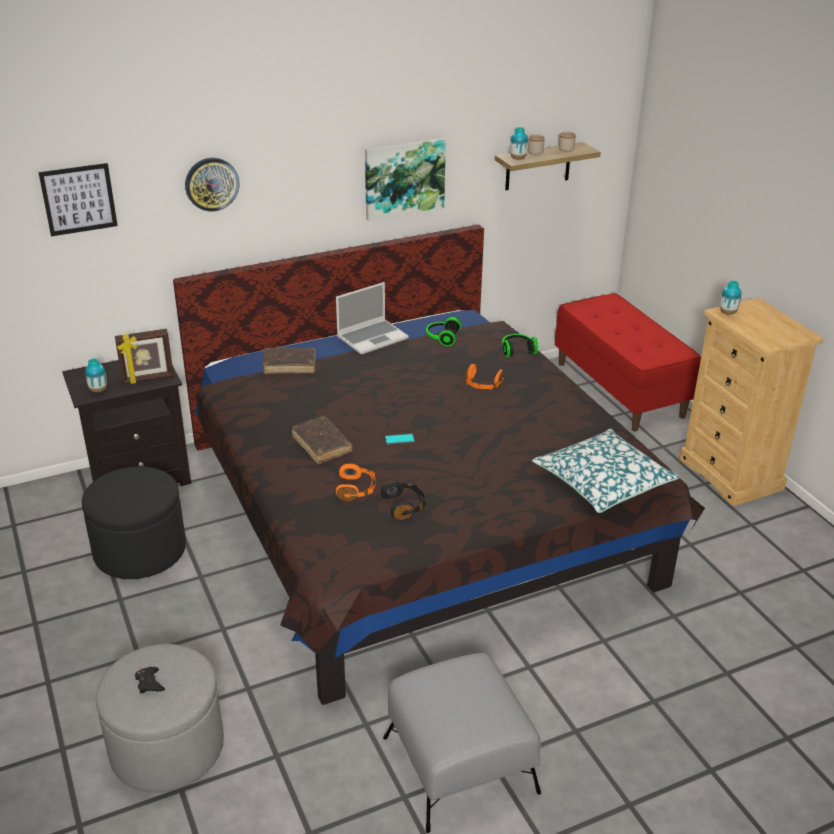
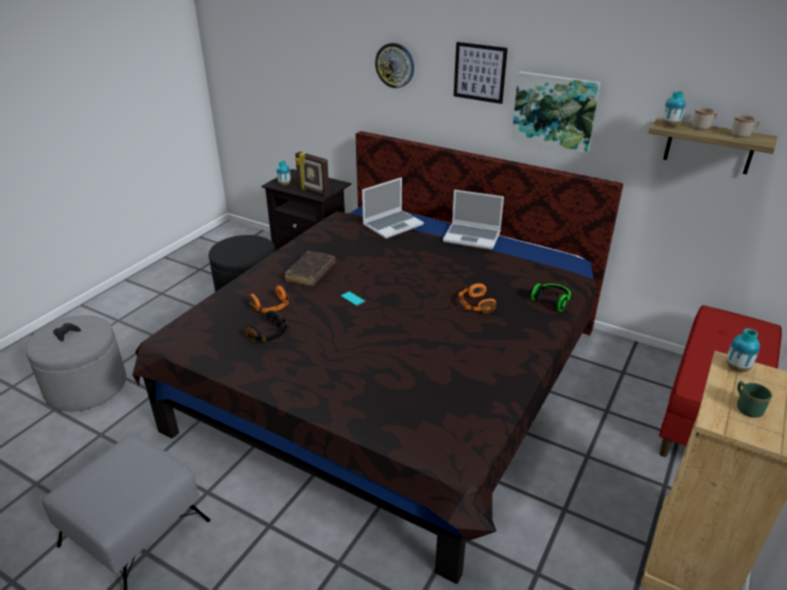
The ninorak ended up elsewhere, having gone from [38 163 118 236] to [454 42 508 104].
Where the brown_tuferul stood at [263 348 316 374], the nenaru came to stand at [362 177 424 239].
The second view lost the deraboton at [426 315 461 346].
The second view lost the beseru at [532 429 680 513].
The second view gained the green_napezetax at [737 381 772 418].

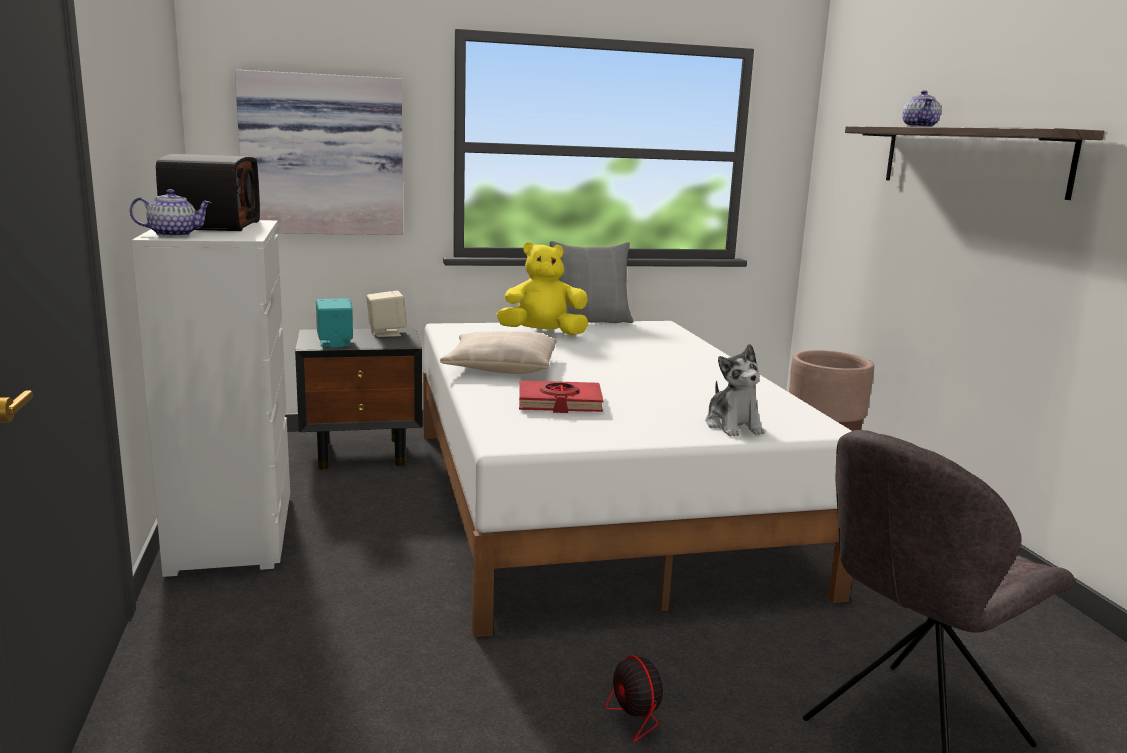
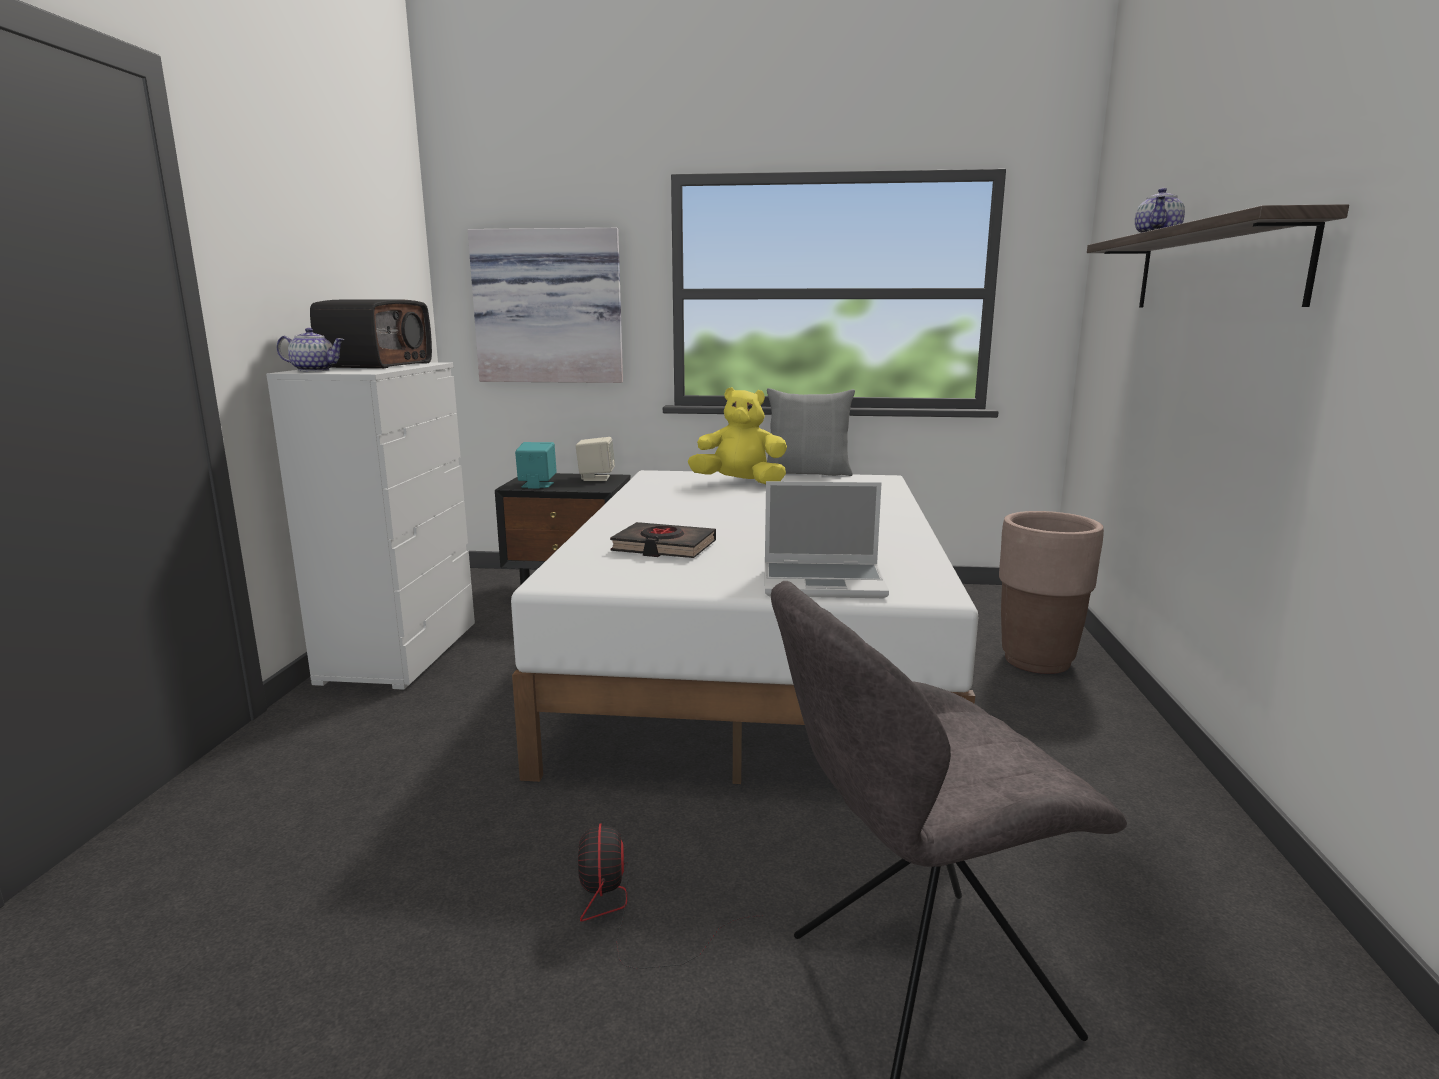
The second view lost the beige_beseru at [440 331 557 374].
What was the red_tuferul at [519 380 604 413] turned into the black_tuferul at [610 522 716 558].
Where the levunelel stood at [705 344 765 437], the nenaru came to stand at [765 481 889 598].

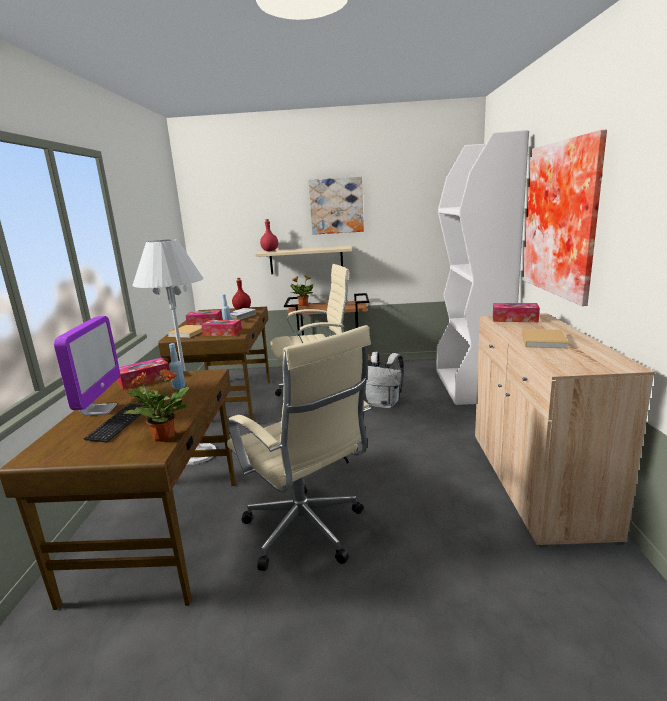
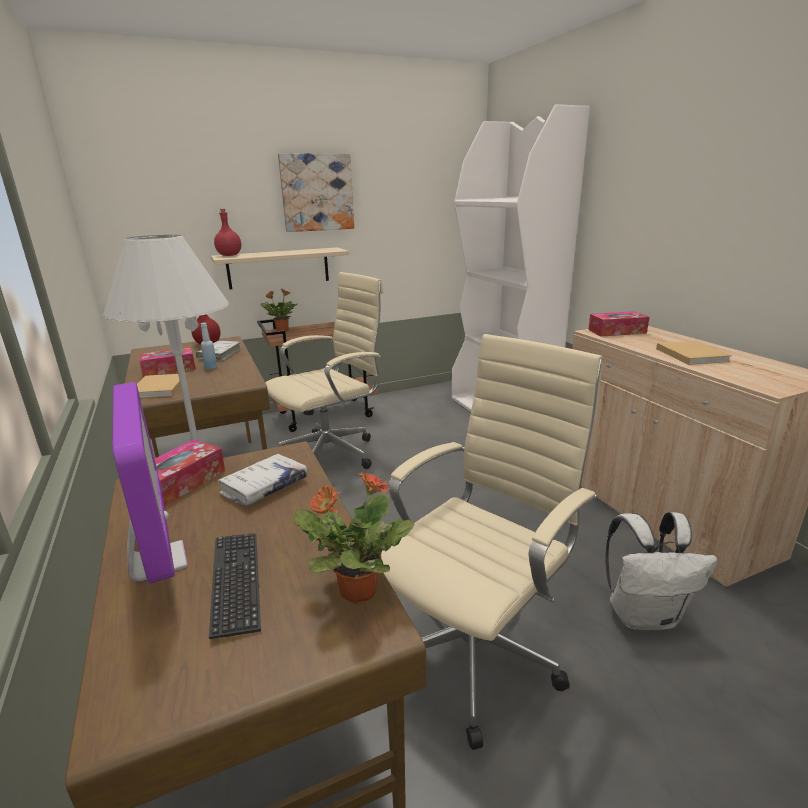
Where the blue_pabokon stood at [169 343 185 389], the white_tuferul came to stand at [218 454 308 506].
The second view lost the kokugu at [201 320 242 336].
The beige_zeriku at [227 325 371 571] ended up facing another way, 75 degrees counterclockwise from before.
The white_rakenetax ended up elsewhere, having gone from [365 352 404 409] to [605 512 718 630].
The second view lost the ninorak at [522 130 607 306].

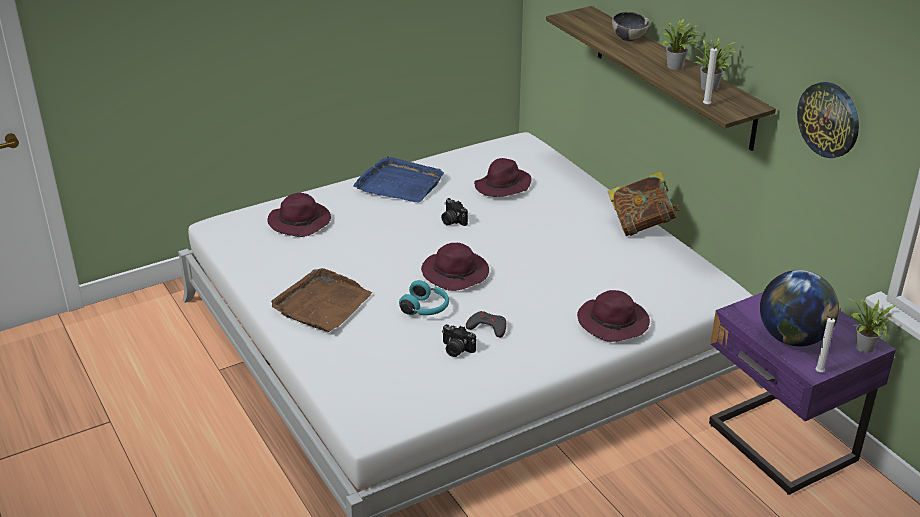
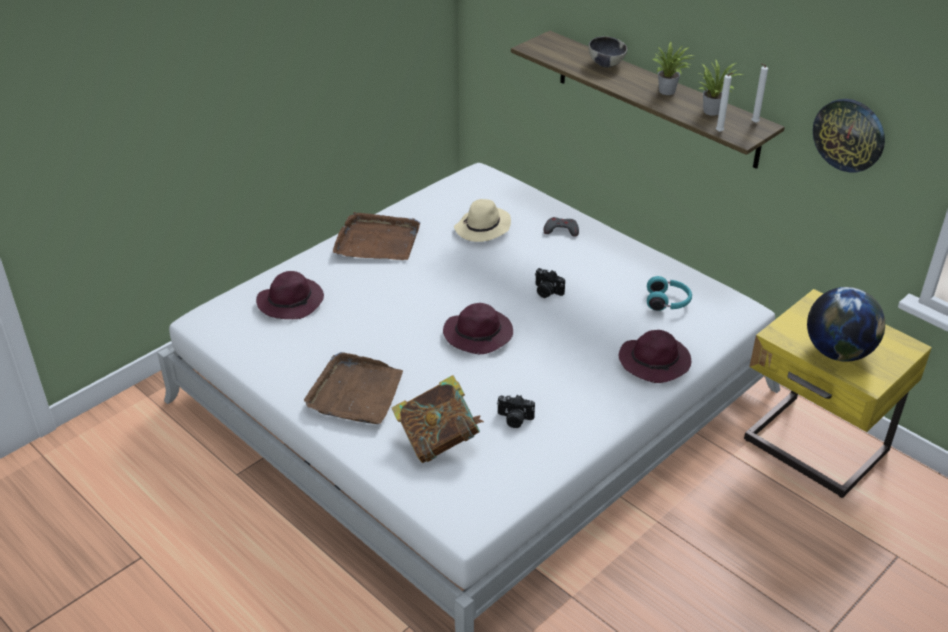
What was the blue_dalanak at [353 156 444 203] turned into the brown_dalanak at [333 212 420 260].
The turquoise_deraboton ended up elsewhere, having gone from [399 280 449 315] to [647 276 692 311].
The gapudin ended up elsewhere, having gone from [441 198 468 226] to [535 268 565 298].
The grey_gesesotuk ended up elsewhere, having gone from [466 311 506 337] to [543 217 579 237].
What was the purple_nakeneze at [474 158 532 197] turned into the beige_nakeneze at [454 199 511 242].
The tuferul ended up elsewhere, having gone from [608 171 681 236] to [392 375 484 463].
What was the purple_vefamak at [709 292 896 495] turned into the yellow_vefamak at [744 289 932 498].
The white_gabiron ended up elsewhere, having gone from [816 316 835 373] to [751 64 768 123].
The second view lost the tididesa at [848 298 897 353].

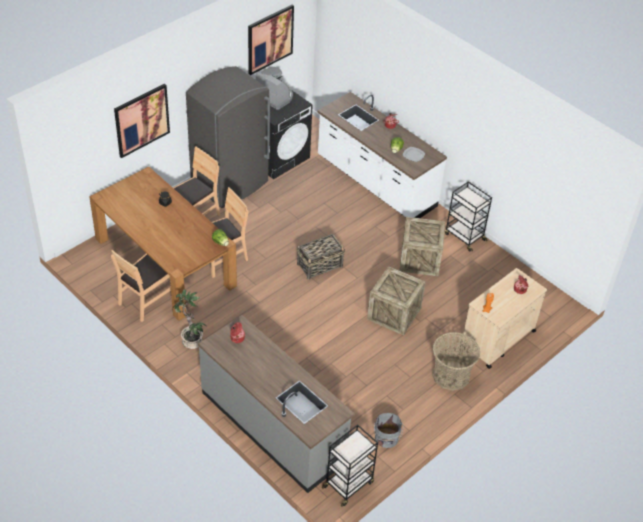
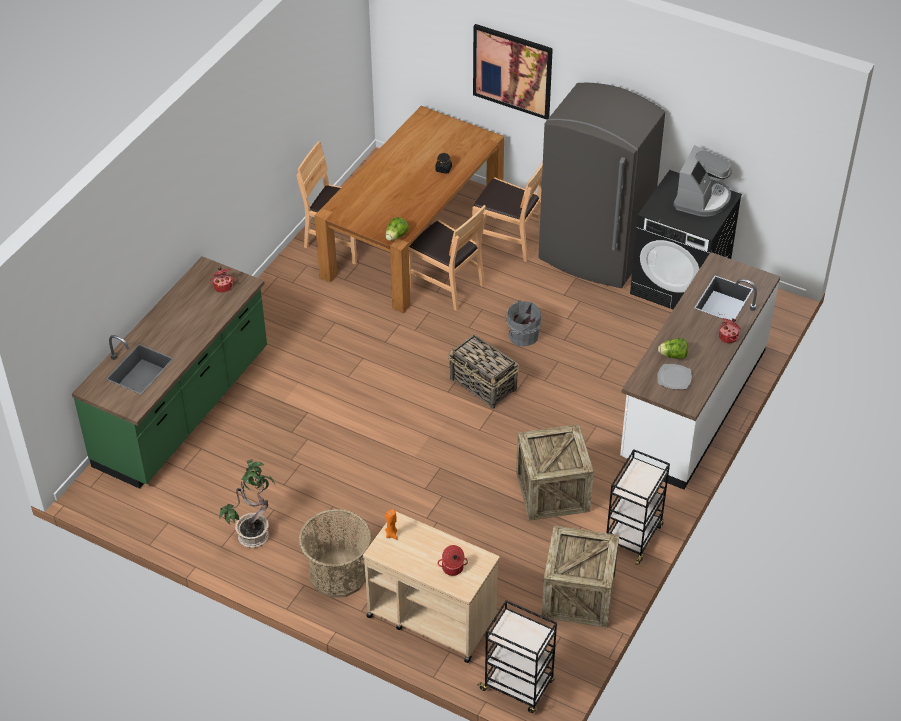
The tididesa ended up elsewhere, having gone from [173 289 206 349] to [219 459 275 548].
What was the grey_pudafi at [198 315 355 493] turned into the green_pudafi at [72 256 267 489].
The second view lost the ninorak at [248 5 294 75].
The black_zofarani ended up elsewhere, having gone from [322 424 378 506] to [477 600 557 713].
The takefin ended up elsewhere, having gone from [367 266 426 335] to [542 526 619 628].
The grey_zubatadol ended up elsewhere, having gone from [374 413 404 448] to [505 300 541 346].

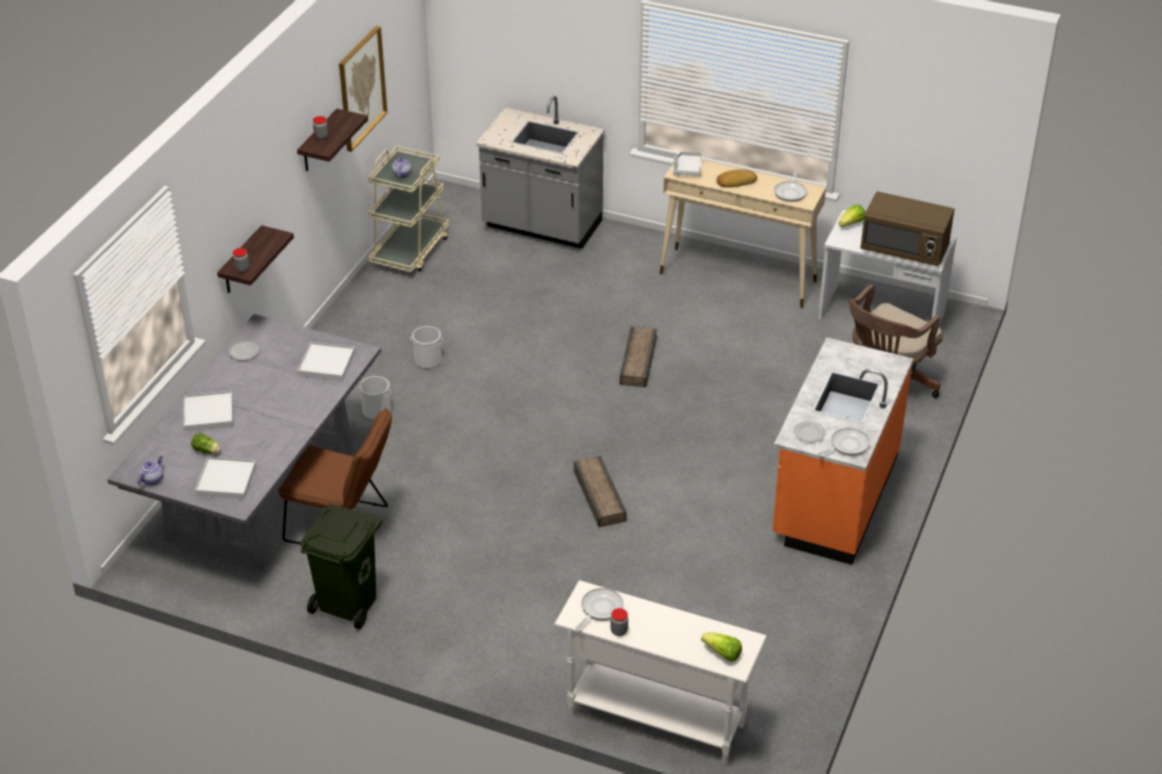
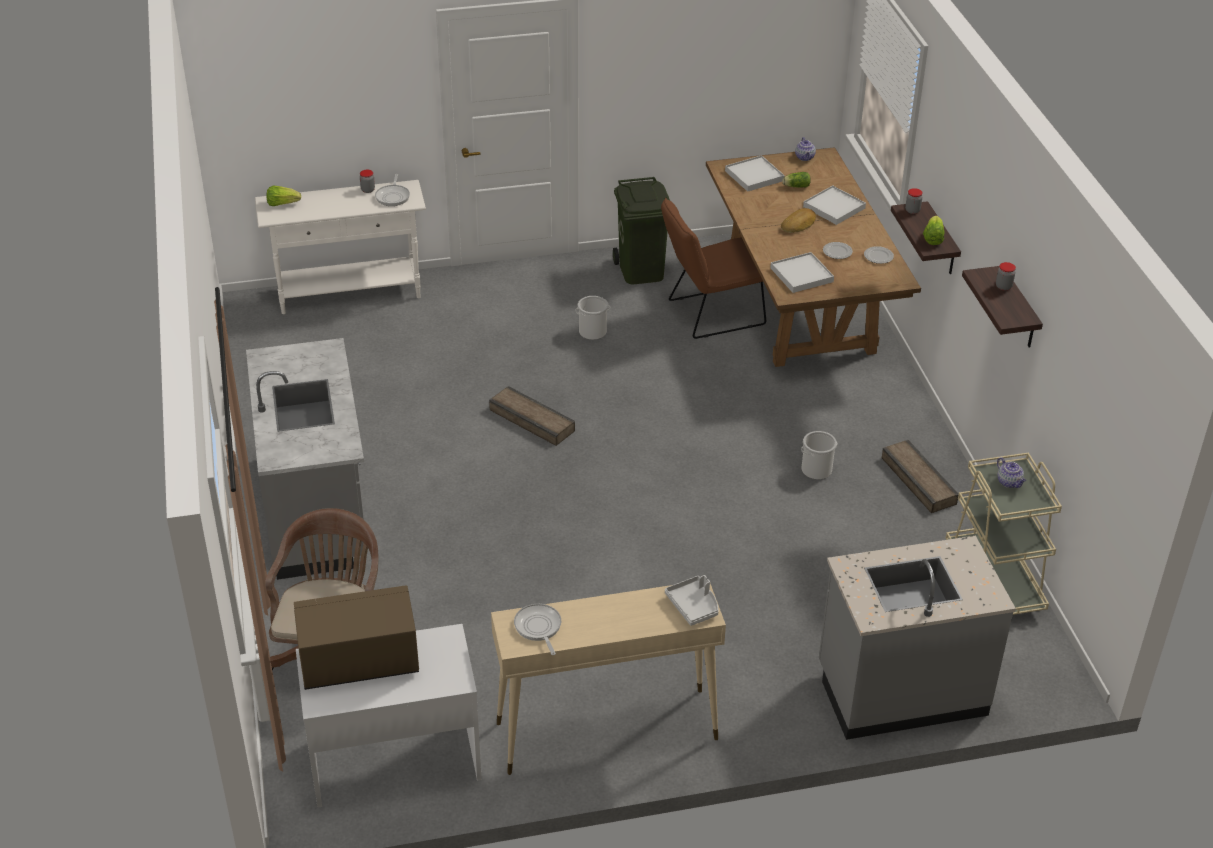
What was the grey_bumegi at [107 314 381 570] turned into the brown_bumegi at [706 147 921 367].
The second view lost the ninorak at [339 26 387 152].
The zubatadol ended up elsewhere, having gone from [358 376 391 420] to [575 296 610 340].
The takefin ended up elsewhere, having gone from [620 326 657 387] to [882 440 959 513].
The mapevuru ended up elsewhere, having gone from [716 169 757 188] to [781 208 816 233].
What was the orange_pudafi at [772 337 913 565] turned into the grey_pudafi at [246 338 364 580].
The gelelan ended up elsewhere, having gone from [793 421 825 442] to [823 242 853 259].
The second view lost the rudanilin at [818 428 870 456].
The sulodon ended up elsewhere, having gone from [839 205 865 227] to [923 216 945 245].

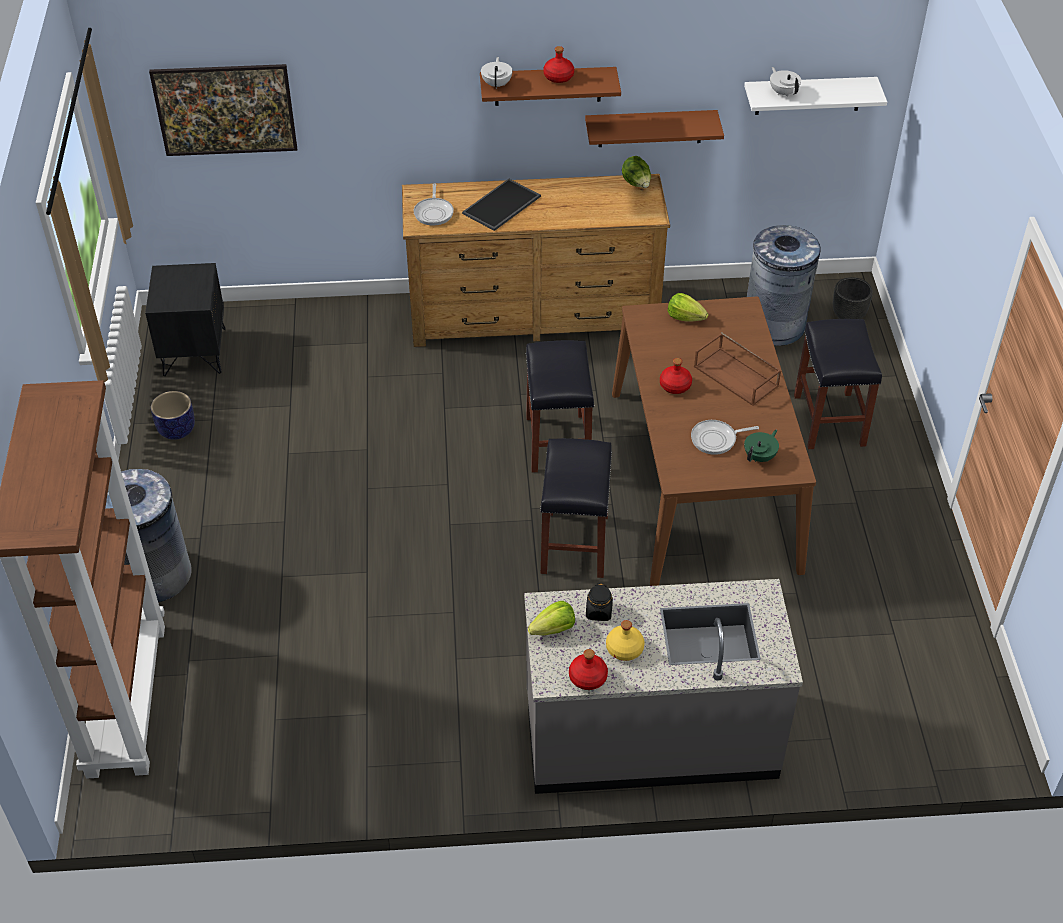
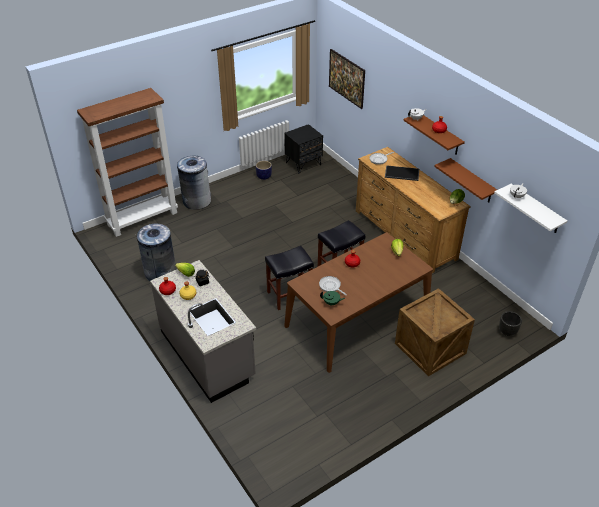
The second view lost the brown_dalanak at [694 332 782 406].
The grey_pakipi ended up elsewhere, having gone from [747 225 821 346] to [135 224 177 281].
Where the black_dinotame stood at [794 319 882 449], the takefin came to stand at [395 288 475 376].

